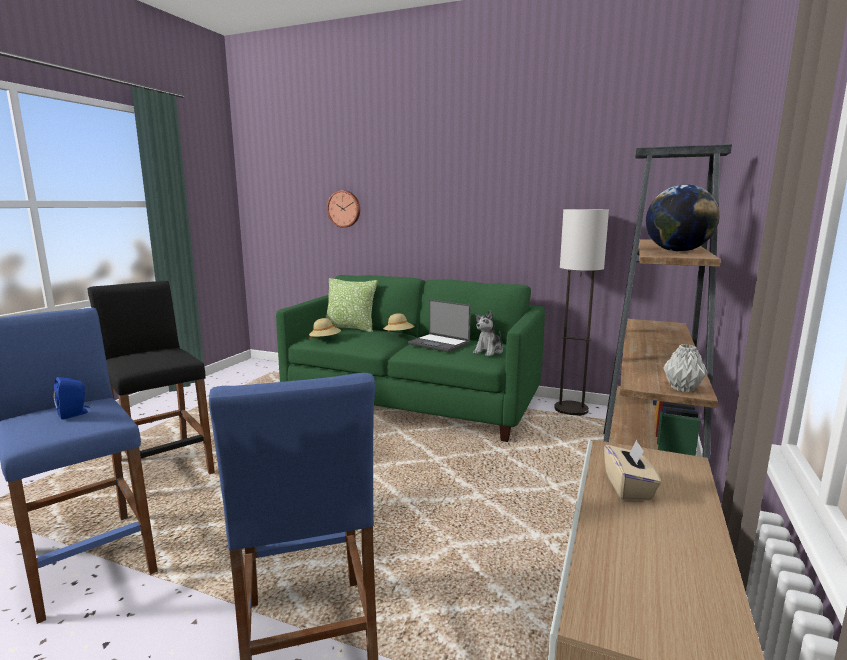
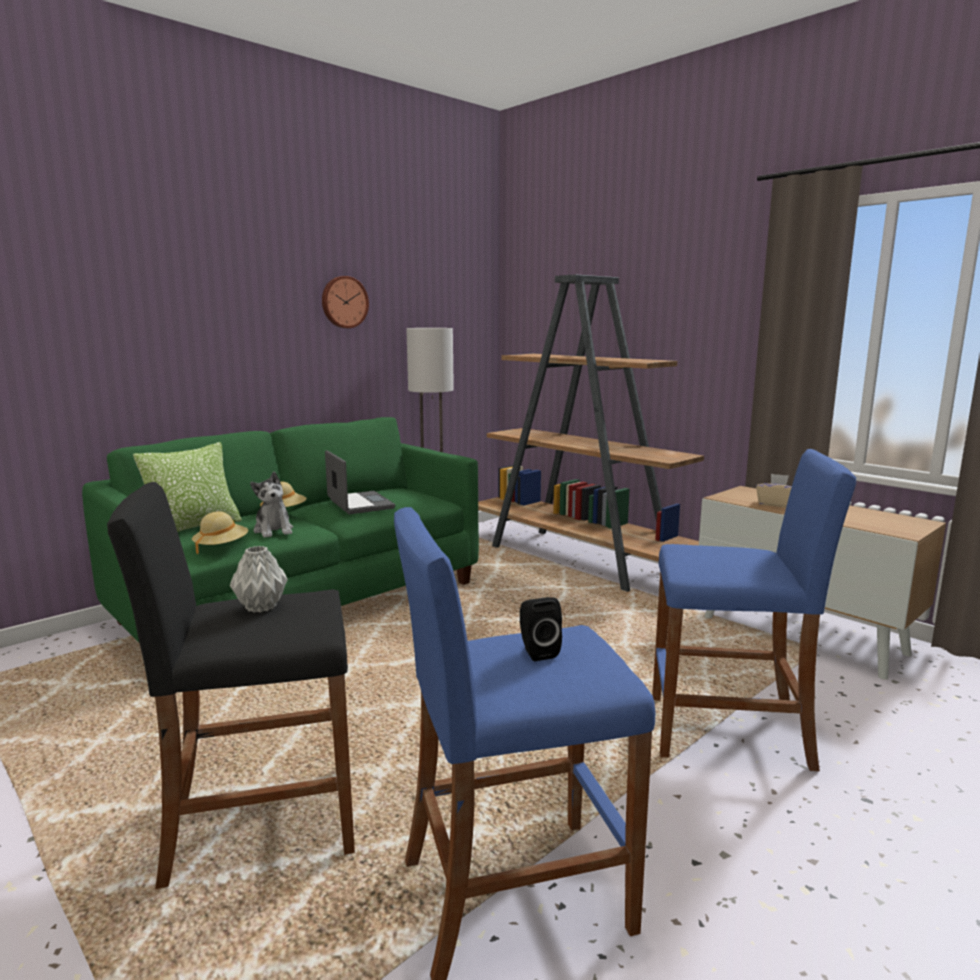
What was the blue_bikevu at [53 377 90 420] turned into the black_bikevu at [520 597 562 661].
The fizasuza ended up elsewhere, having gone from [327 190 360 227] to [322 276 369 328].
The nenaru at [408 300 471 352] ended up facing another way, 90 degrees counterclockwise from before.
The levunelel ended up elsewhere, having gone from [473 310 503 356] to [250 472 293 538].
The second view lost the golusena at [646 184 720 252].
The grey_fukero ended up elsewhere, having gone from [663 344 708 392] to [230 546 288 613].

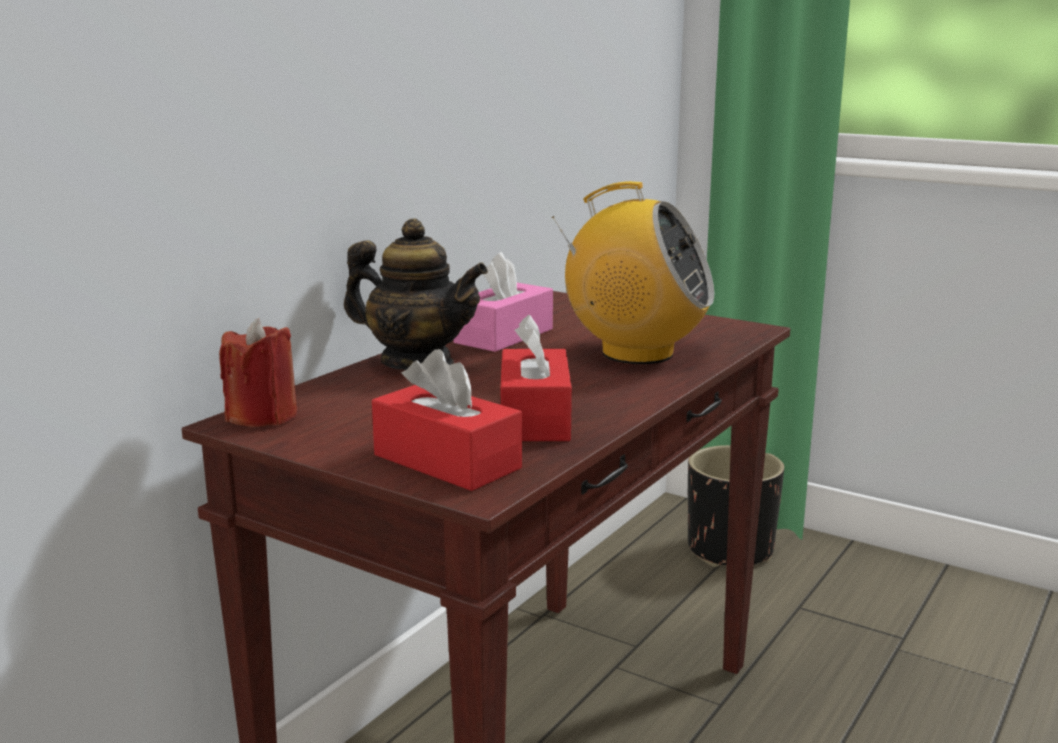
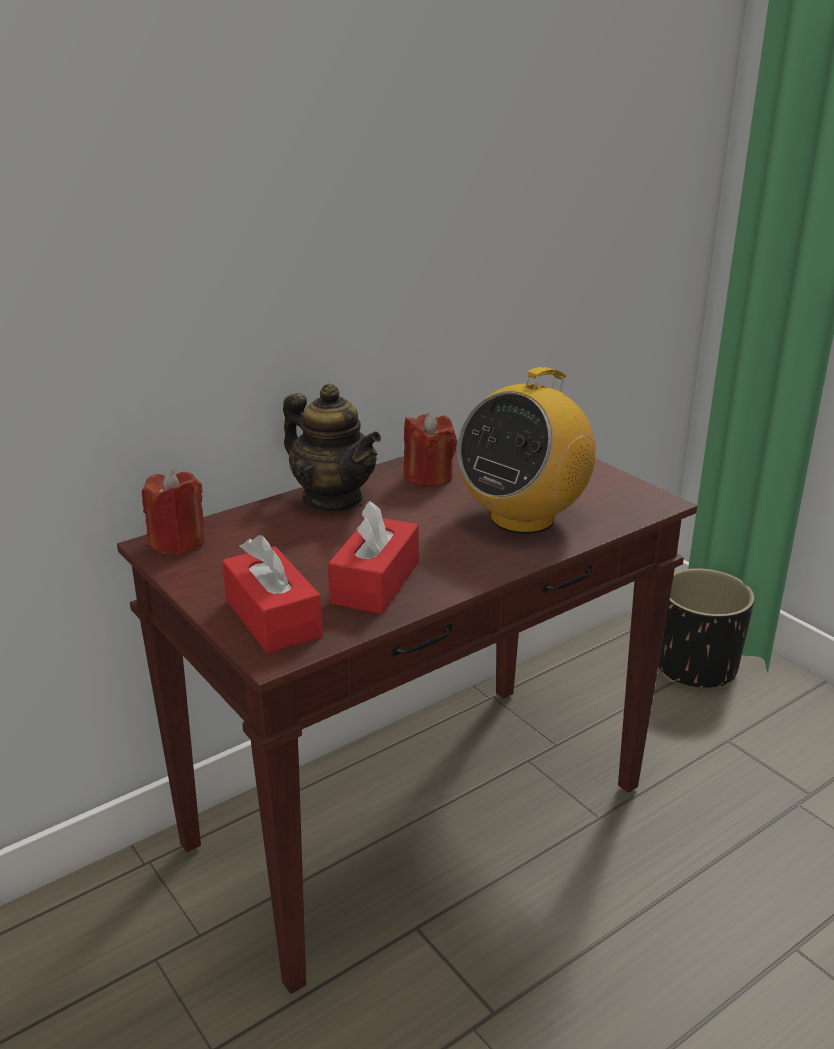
Where the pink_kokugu stood at [454 252 553 352], the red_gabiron came to stand at [403 413 457 487].
The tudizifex at [552 181 714 364] ended up facing another way, 90 degrees clockwise from before.

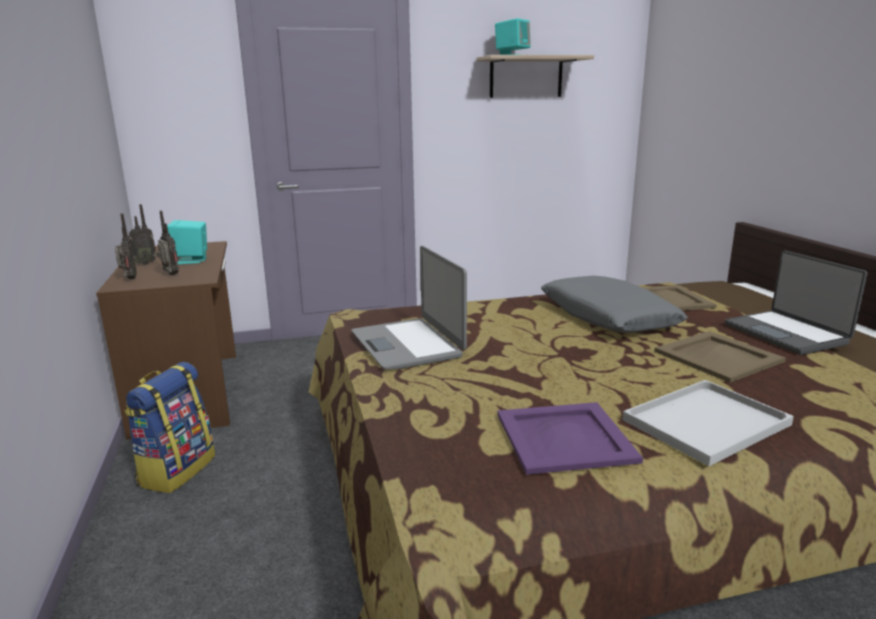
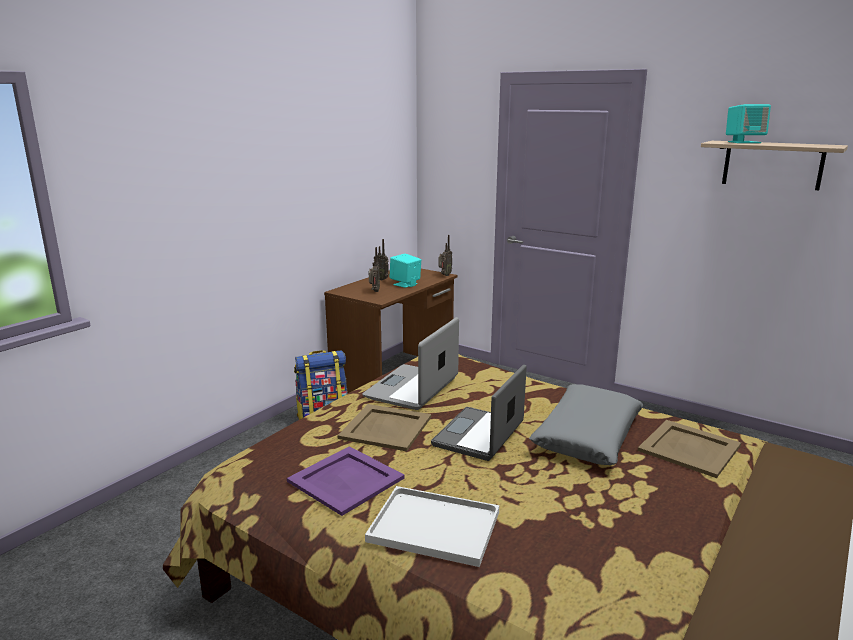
The tudizifex ended up elsewhere, having gone from [115 213 136 279] to [438 235 452 276].
The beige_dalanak ended up elsewhere, having gone from [654 331 786 383] to [337 404 431 451].
The nenaru ended up elsewhere, having gone from [725 251 867 355] to [431 365 527 461].

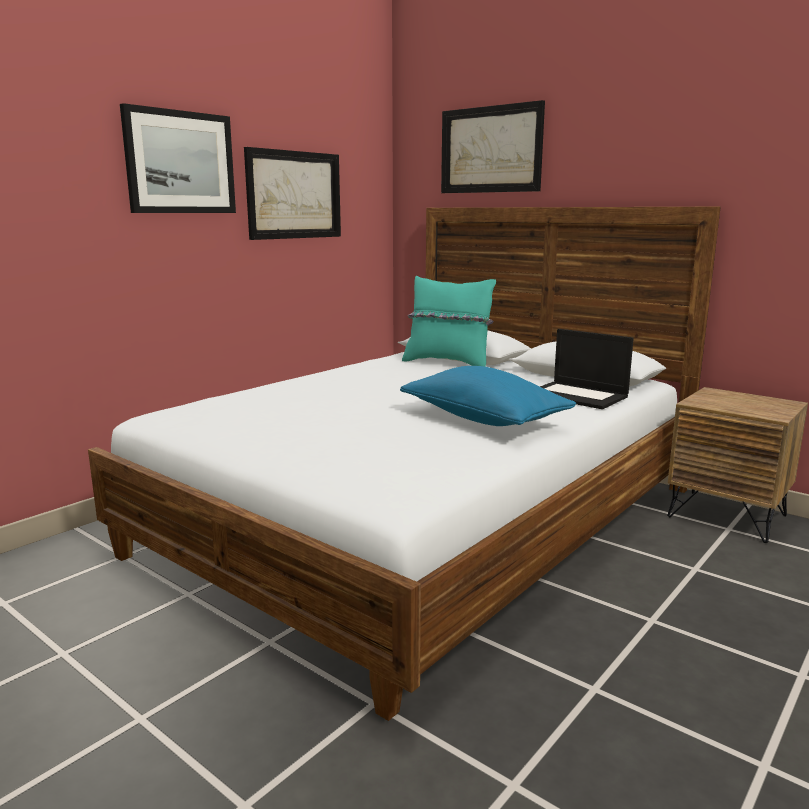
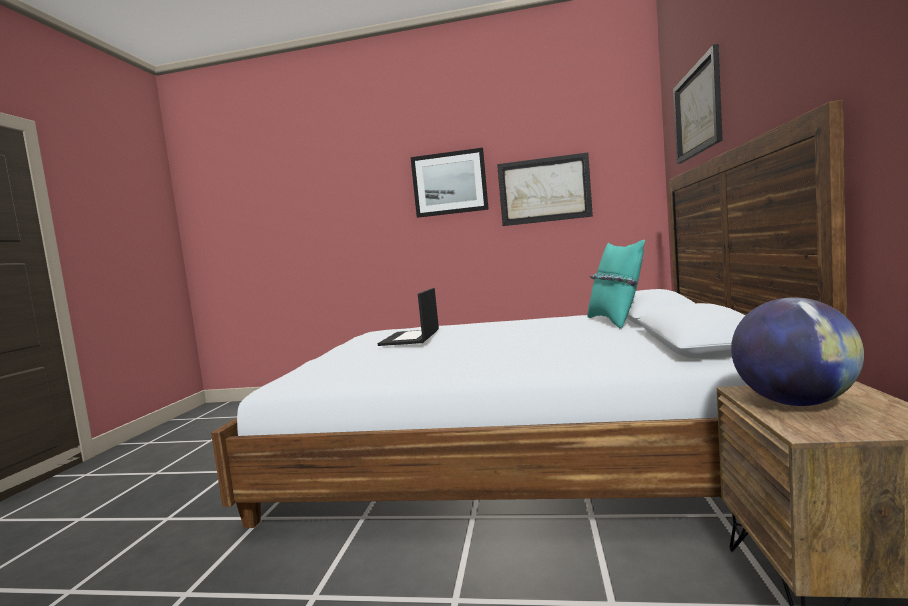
The second view lost the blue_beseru at [400 366 576 426].
The nenaru ended up elsewhere, having gone from [540 329 634 409] to [378 288 439 346].
The second view gained the golusena at [731 297 864 406].

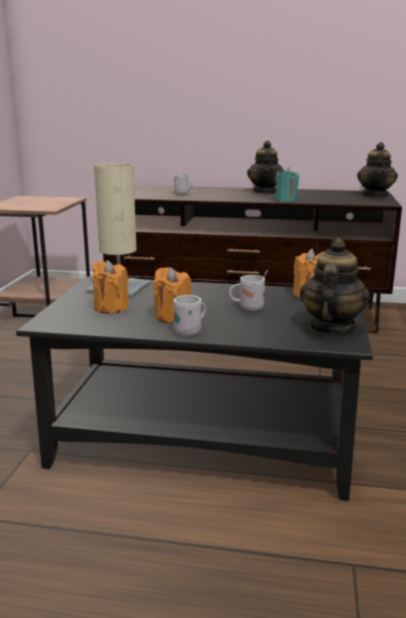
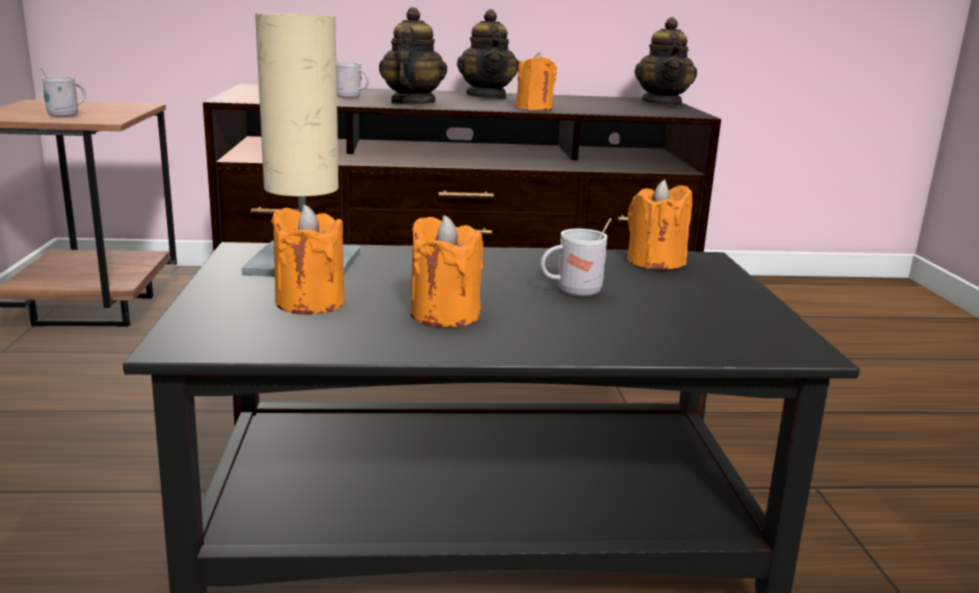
The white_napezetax ended up elsewhere, having gone from [174 294 206 336] to [40 68 86 117].
What was the turquoise_gabiron at [275 167 299 202] turned into the orange_gabiron at [516 52 557 110].
The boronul ended up elsewhere, having gone from [300 238 370 334] to [379 7 447 105].

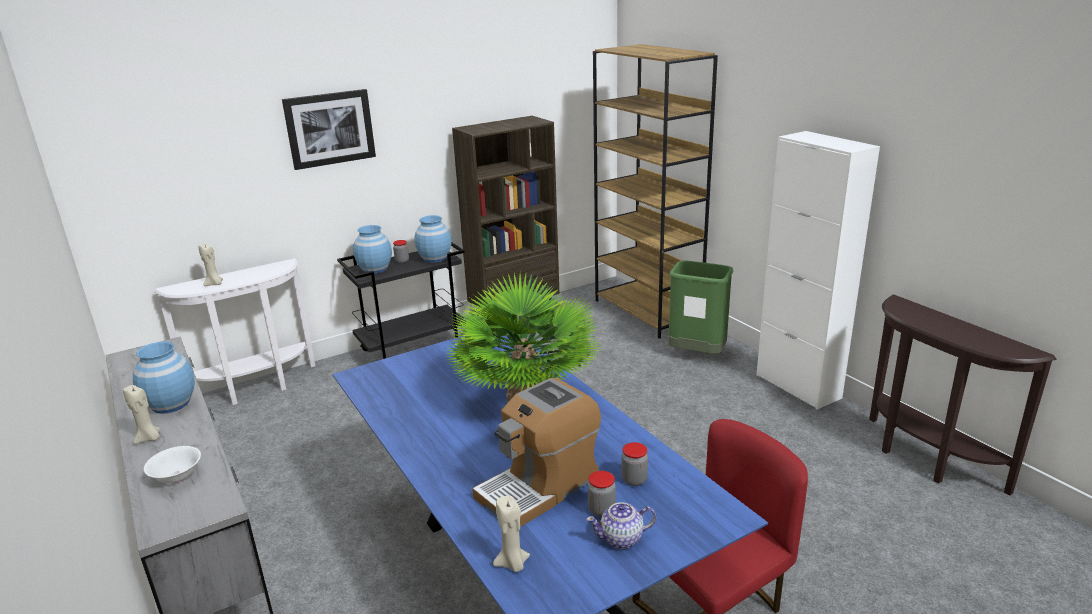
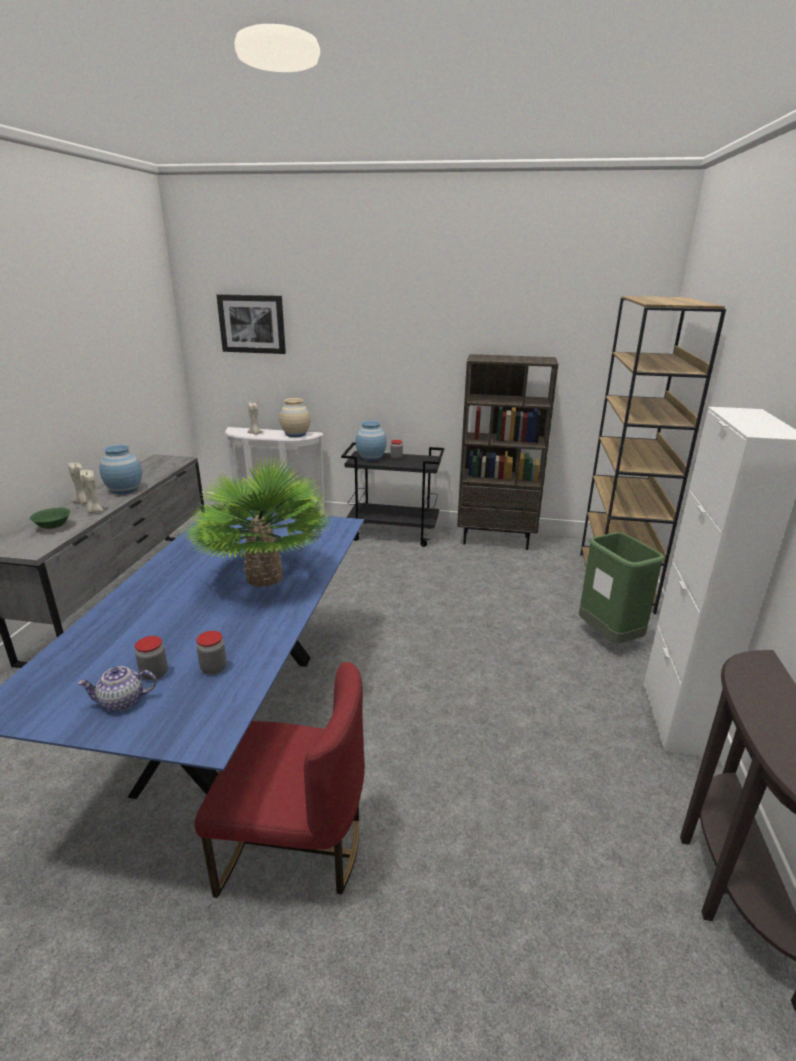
What was the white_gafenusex at [144 446 201 483] turned into the green_gafenusex at [29 508 71 530].
The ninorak ended up elsewhere, having gone from [282 89 376 170] to [217 294 286 354].
The second view lost the blue_fukero at [414 215 452 263].
The second view lost the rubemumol at [472 378 601 527].
The beige_gabiron ended up elsewhere, having gone from [493 496 530 572] to [80 470 104 514].
The boronul at [586 502 656 549] ended up facing another way, 45 degrees counterclockwise from before.
The second view gained the beige_fukero at [279 398 310 437].

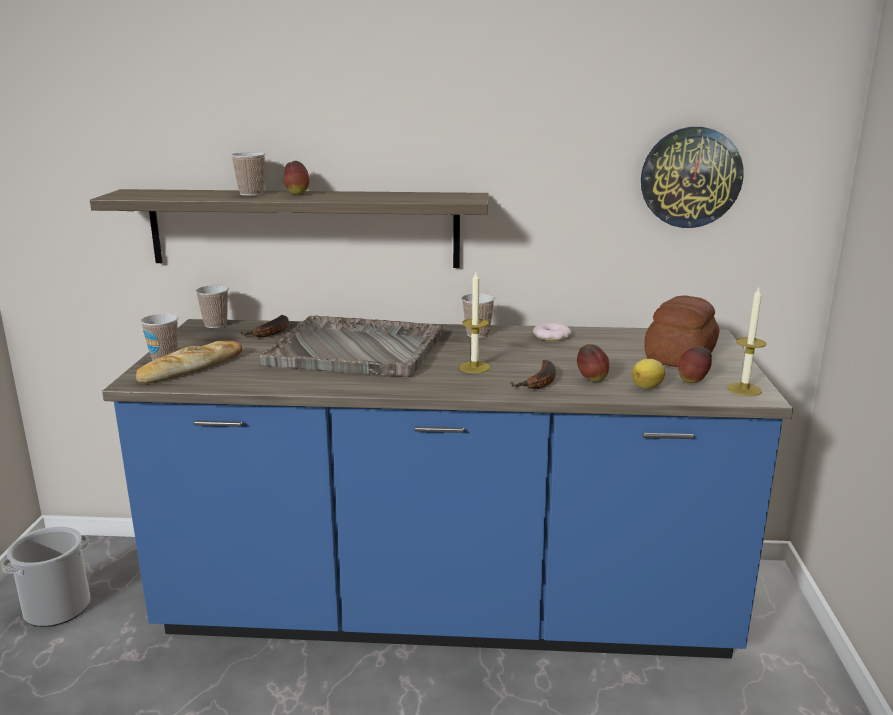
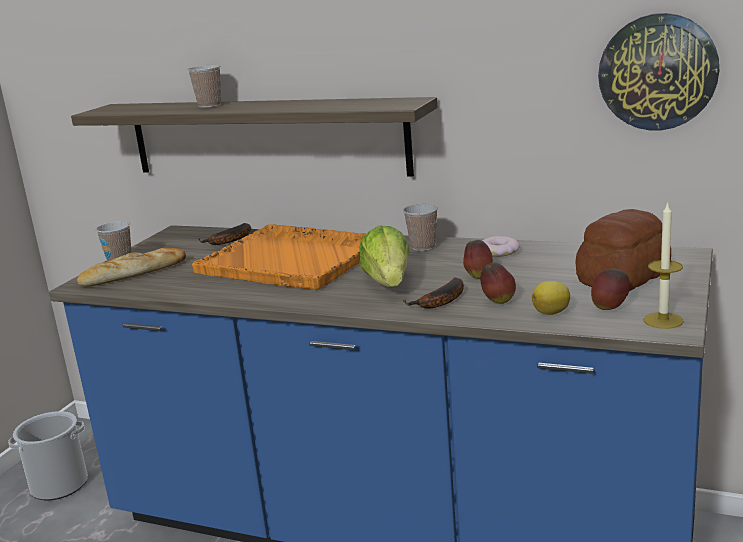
The second view lost the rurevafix at [195 285 229 328].
What was the grey_dalanak at [259 316 443 377] turned into the orange_dalanak at [192 224 366 290].
The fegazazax ended up elsewhere, having gone from [284 161 310 195] to [463 240 493 279].
Where the gabiron stood at [459 272 490 373], the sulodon came to stand at [359 225 410 287].

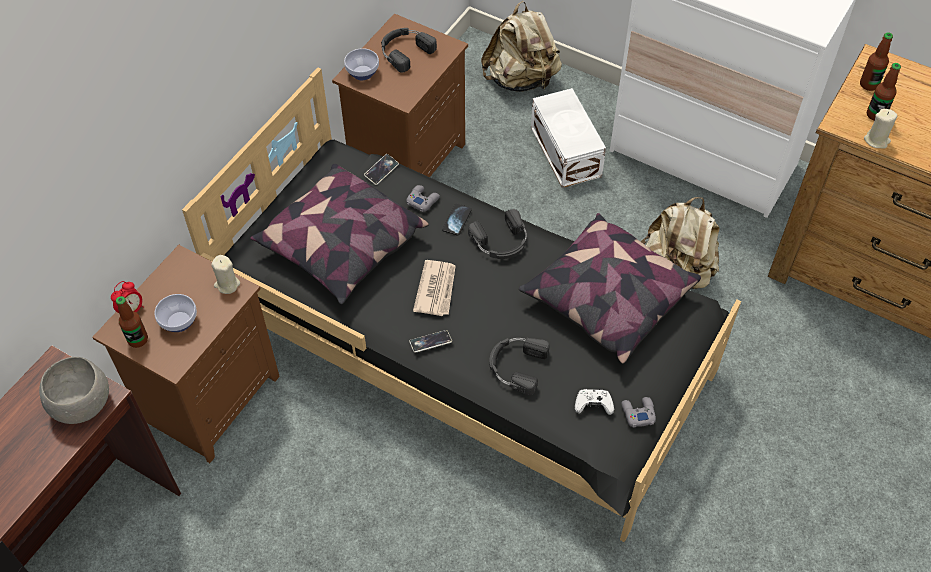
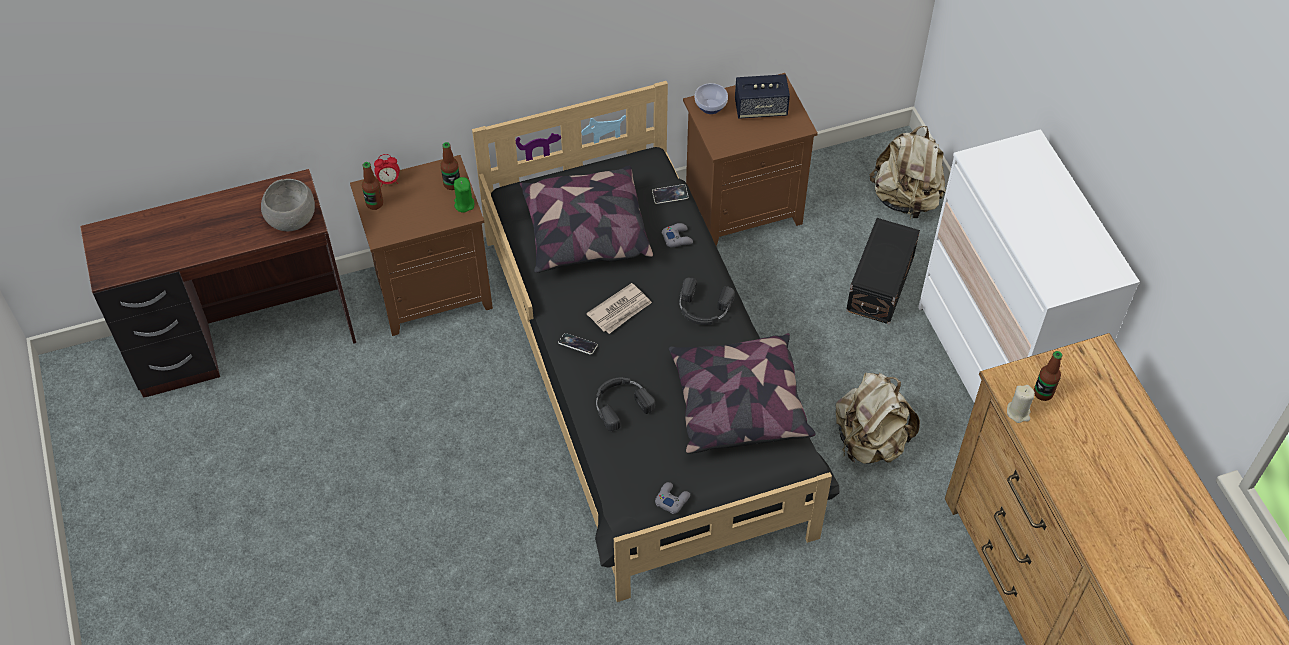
The second view lost the gafenusex at [154 294 197 332].
What was the beige_gabiron at [211 255 240 294] turned into the green_gabiron at [454 177 474 213].
Where the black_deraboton stood at [381 28 437 73], the bikevu came to stand at [735 74 790 119].
The second view lost the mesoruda at [442 203 472 236].
What was the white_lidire at [531 88 606 188] turned into the black_lidire at [846 218 920 324].
The second view lost the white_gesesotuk at [575 389 614 415].
The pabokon ended up elsewhere, having gone from [860 32 893 91] to [440 142 460 190].

